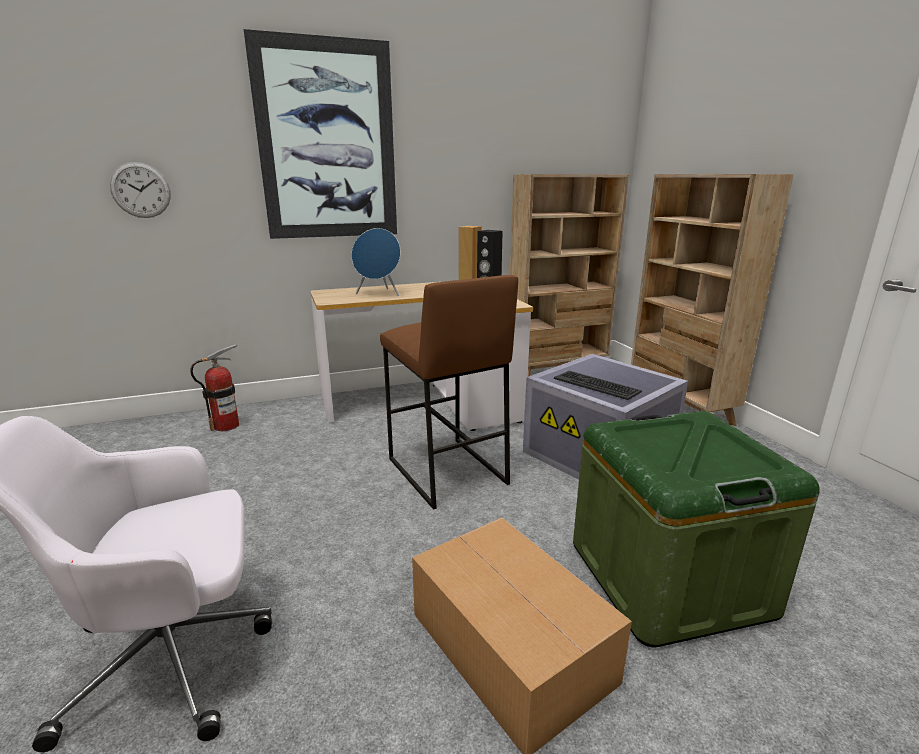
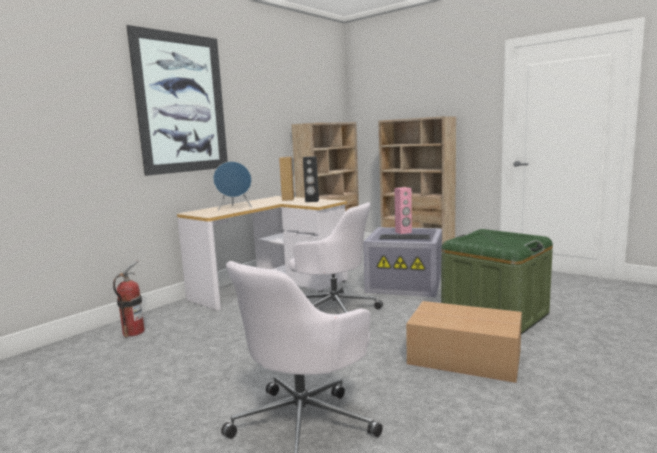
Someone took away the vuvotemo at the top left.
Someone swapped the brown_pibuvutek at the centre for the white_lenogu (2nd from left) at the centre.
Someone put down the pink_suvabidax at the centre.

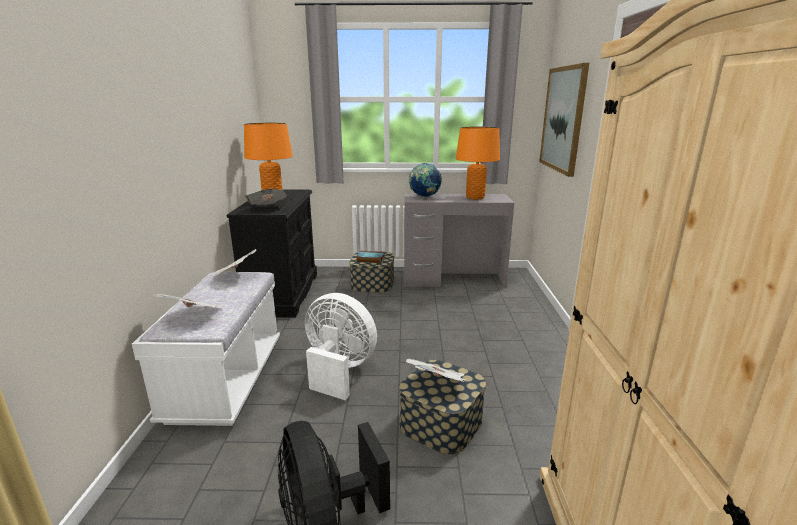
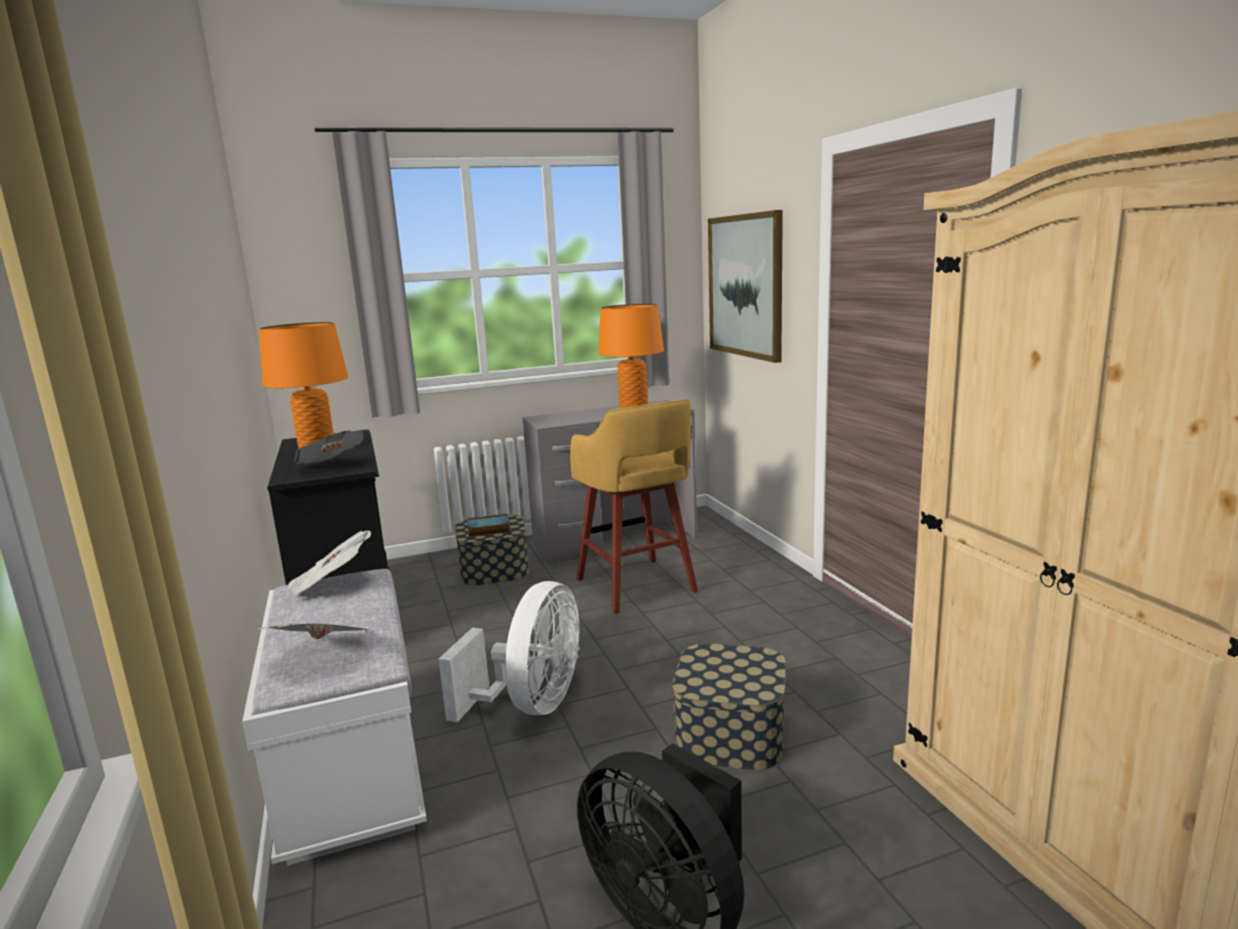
Someone took away the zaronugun at the centre.
Someone rotated the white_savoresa at the centre by 105 degrees clockwise.
Someone took away the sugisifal (4th from left) at the bottom centre.
Someone put down the yellow_pibuvutek at the centre.

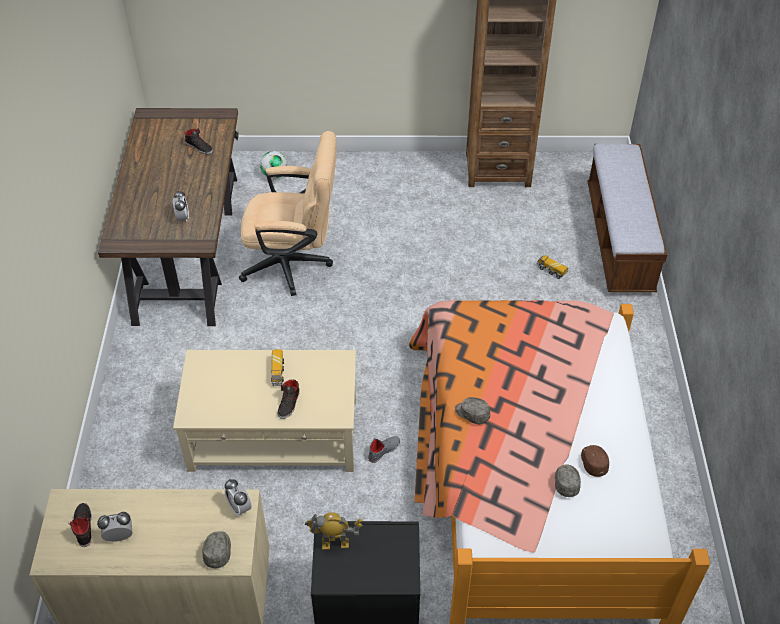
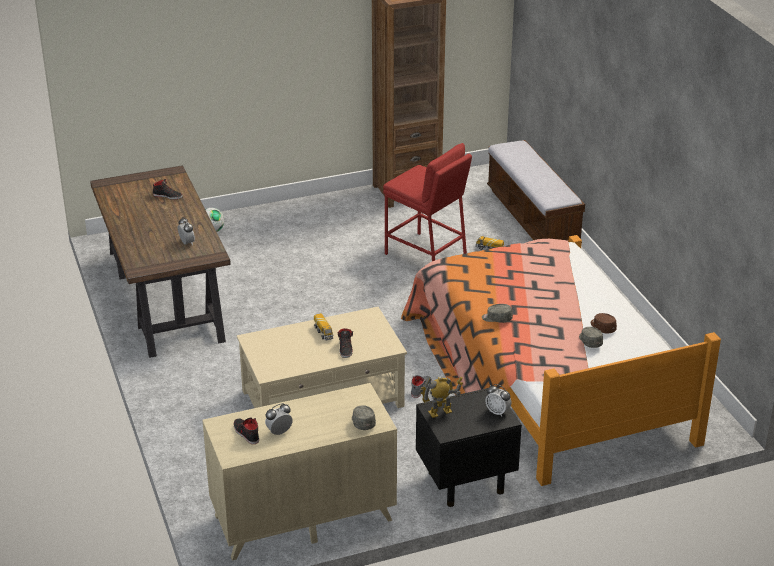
Someone took away the beige_lenogu at the centre.
Someone carried the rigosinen (3rd from left) from the bottom left to the bottom centre.
Someone put down the red_pibuvutek at the centre.

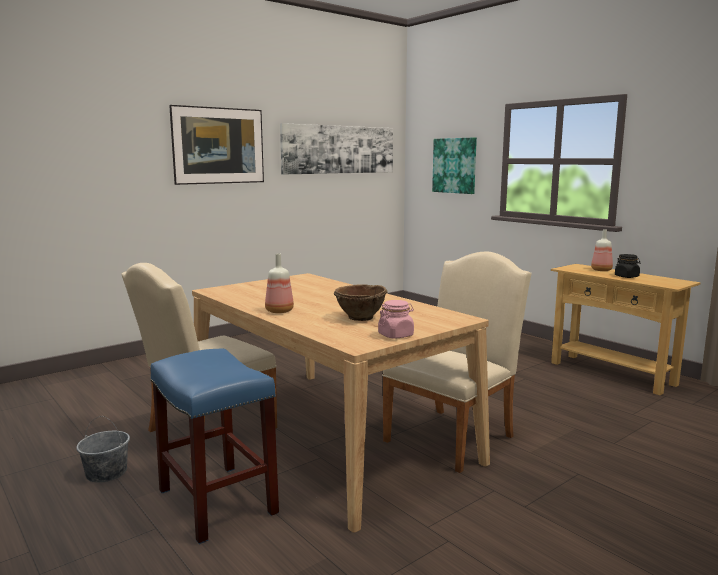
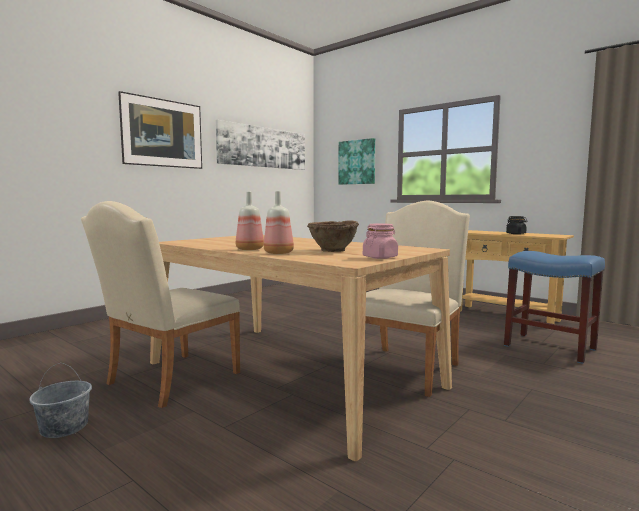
Someone carried the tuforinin (2nd from left) from the middle right to the centre.
Someone carried the blue_pibuvutek from the bottom left to the middle right.

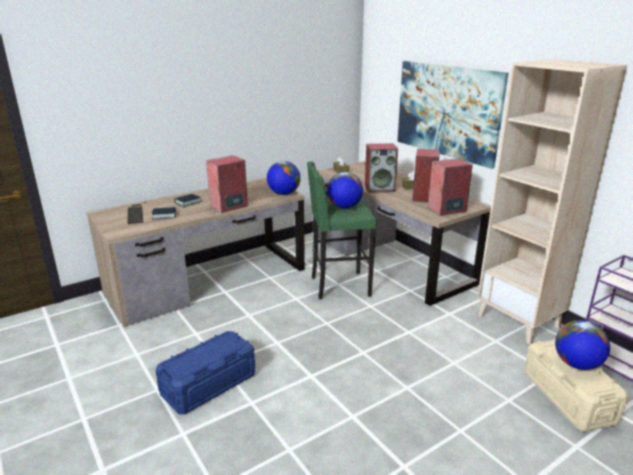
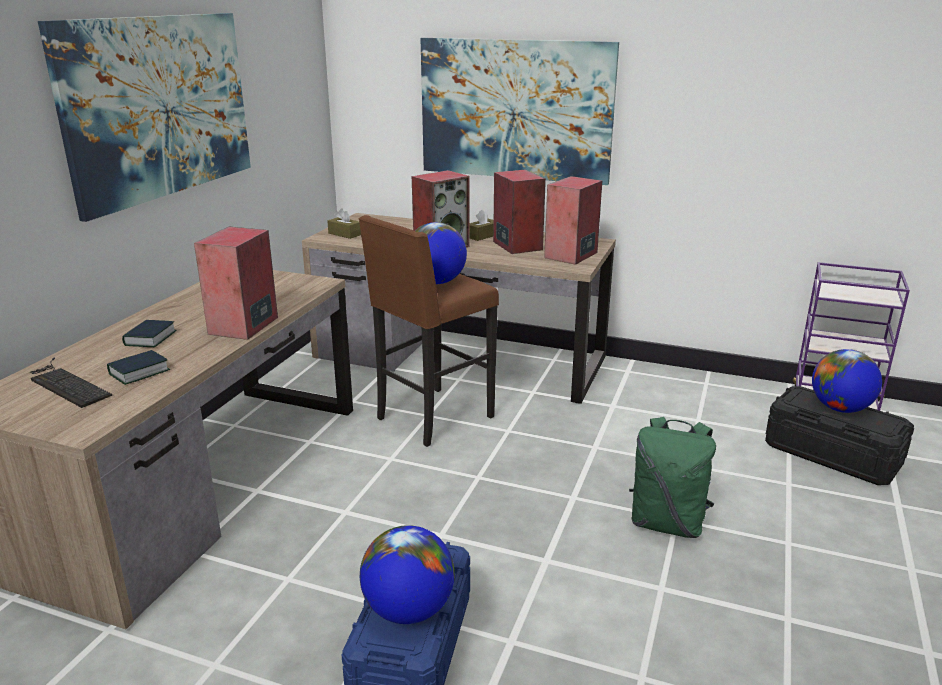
Someone took away the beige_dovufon at the middle right.
Someone carried the zaronugun (1st from left) from the centre to the bottom centre.
Someone repainted the green_pibuvutek at the centre, which became the brown_pibuvutek at the centre.
Someone repainted the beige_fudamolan at the bottom right, which became the black_fudamolan at the middle right.
Someone put up the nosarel (1st from left) at the top left.
Someone put down the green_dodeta at the bottom right.

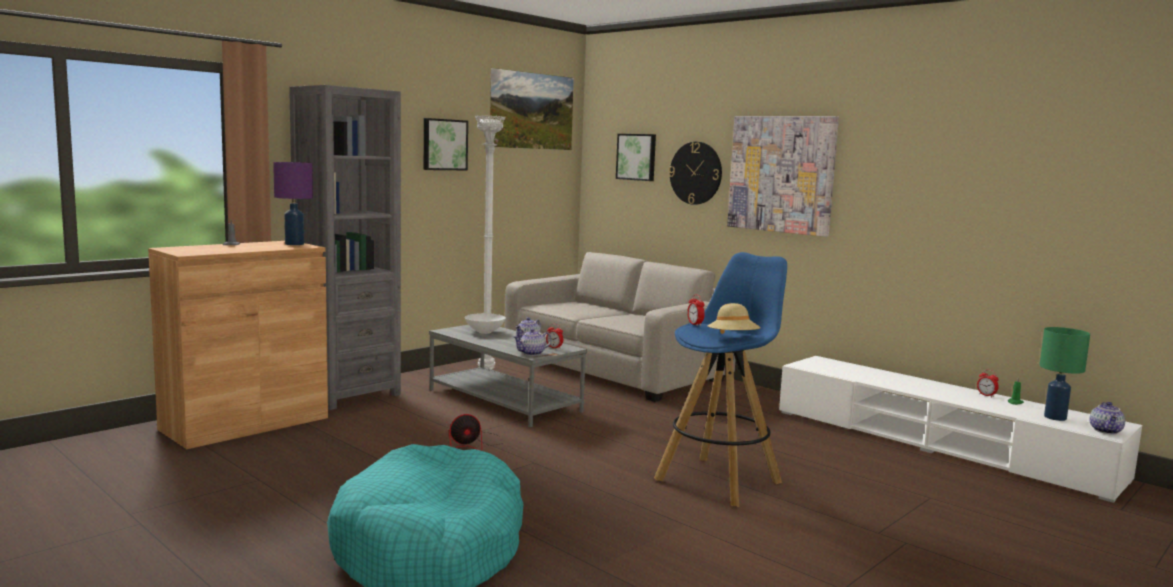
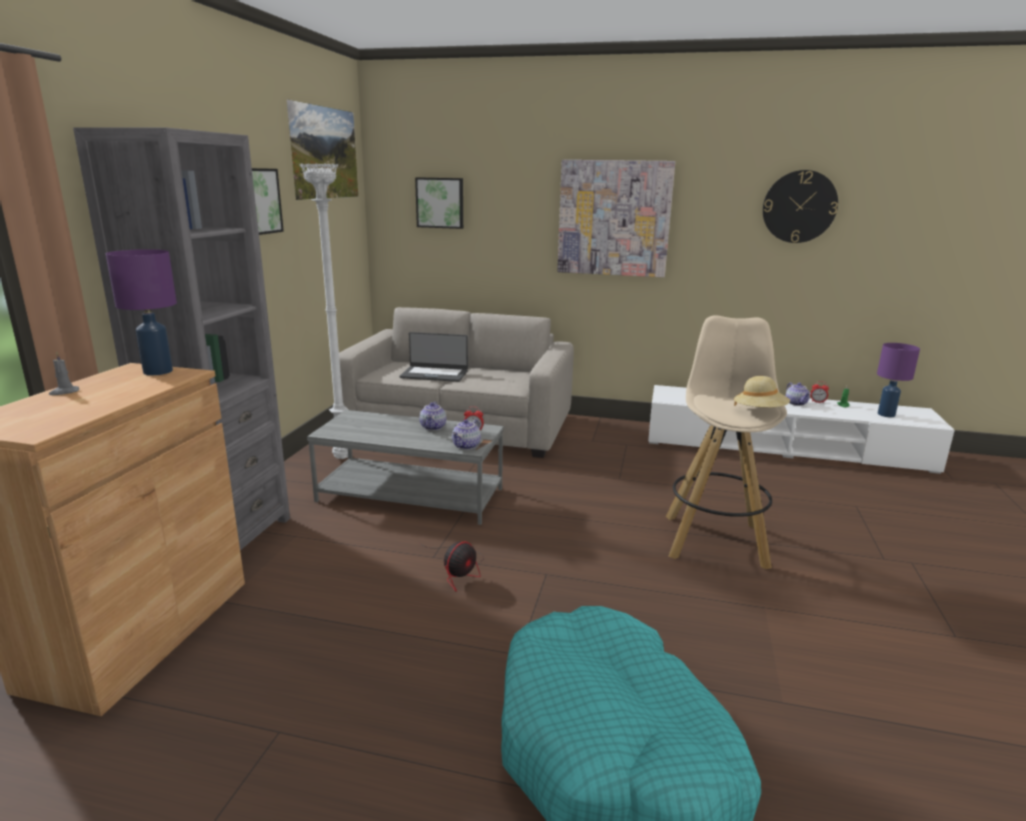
Someone carried the vuvotemo from the top centre to the top right.
Someone repainted the blue_pibuvutek at the centre, which became the beige_pibuvutek at the middle right.
Someone took away the rigosinen (2nd from left) at the centre.
Someone took away the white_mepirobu at the centre.
Someone repainted the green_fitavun at the middle right, which became the purple_fitavun (2nd from left) at the middle right.
Someone carried the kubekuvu (3rd from left) from the bottom right to the middle right.
Someone put down the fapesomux at the centre.

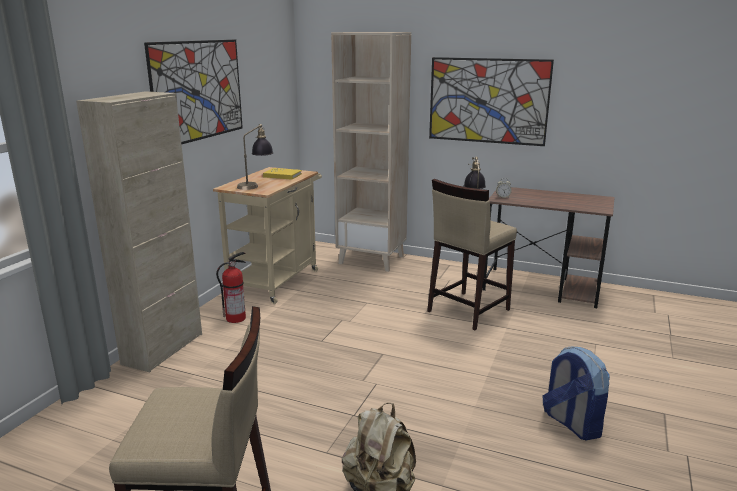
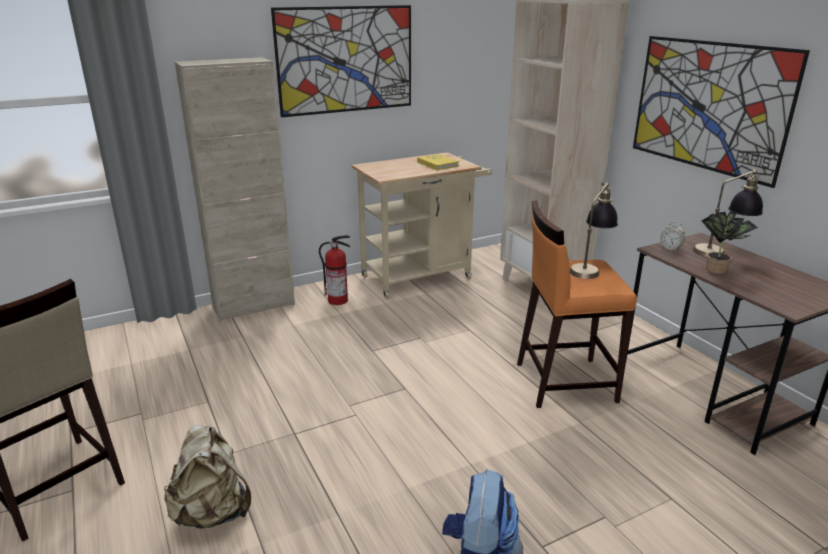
Someone carried the fitavun (1st from left in the first image) from the top centre to the middle right.
Someone repainted the beige_pibuvutek (2nd from left) at the centre, which became the orange_pibuvutek at the middle right.
Someone put down the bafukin at the middle right.

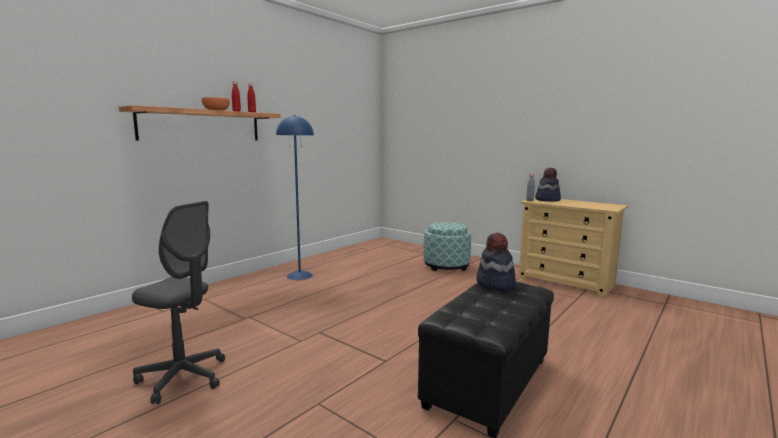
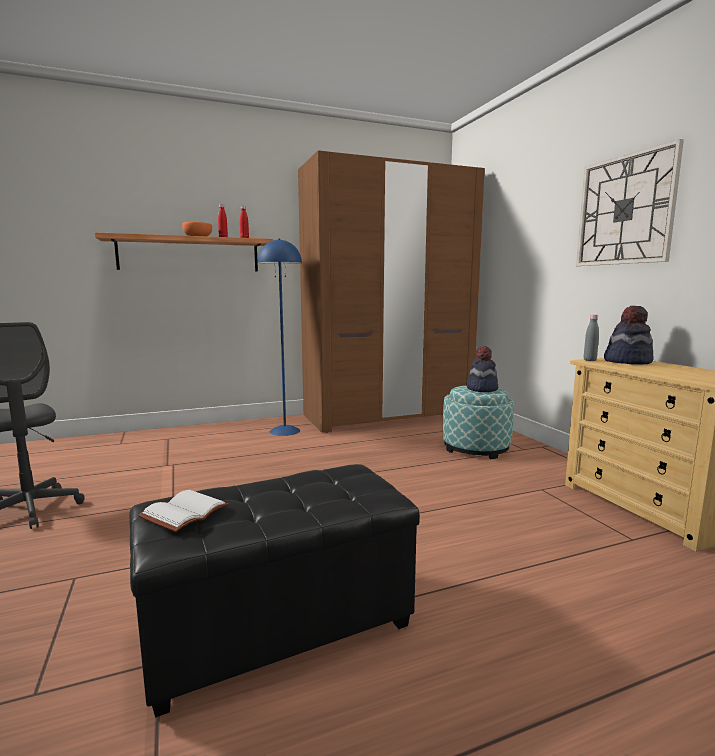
Someone carried the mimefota (1st from left) from the centre to the middle right.
Someone put up the vuvotemo at the top right.
Someone put down the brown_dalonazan at the centre.
Someone put down the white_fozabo at the bottom left.

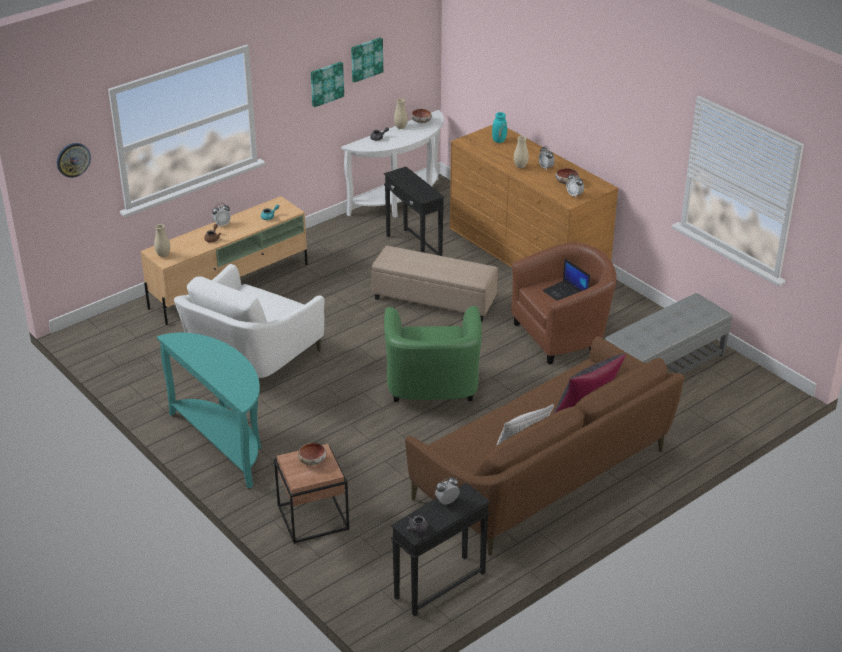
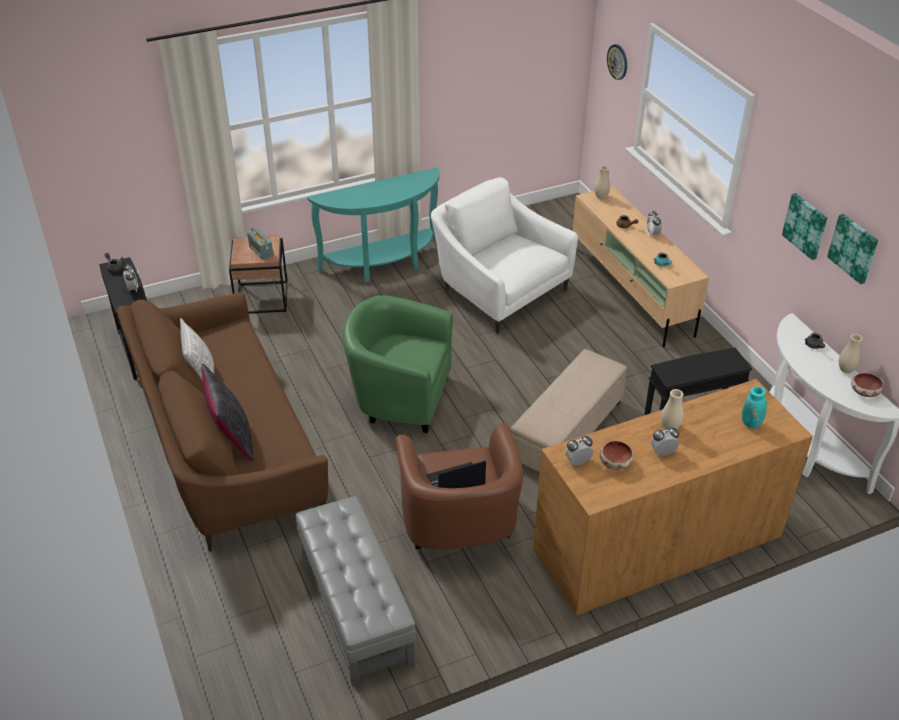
Someone swapped the mepirobu (1st from left) at the bottom centre for the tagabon at the middle left.

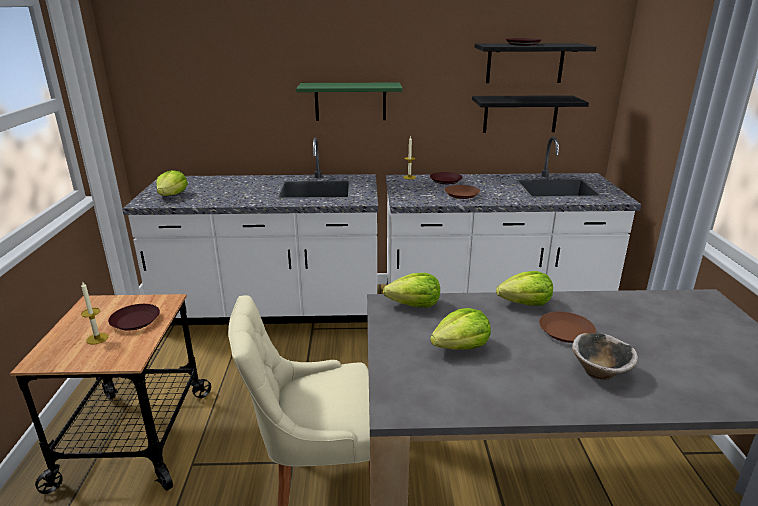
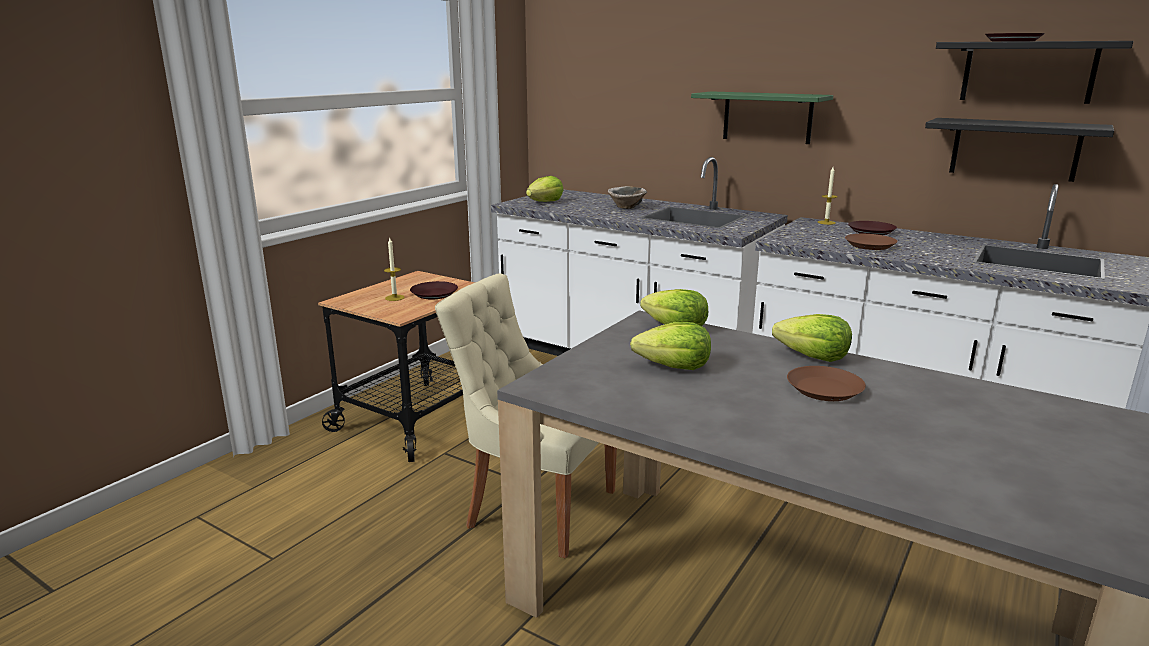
Someone carried the mepirobu from the bottom right to the top centre.

